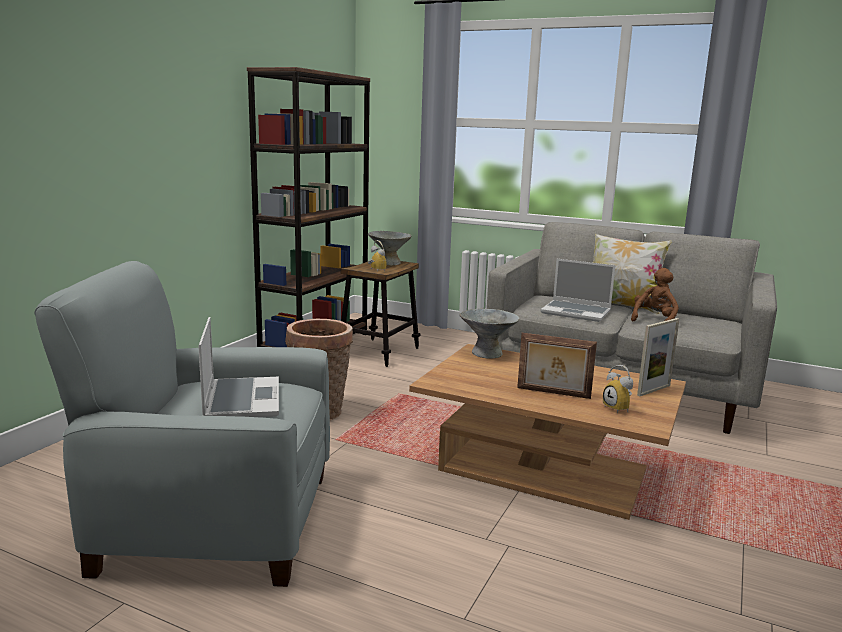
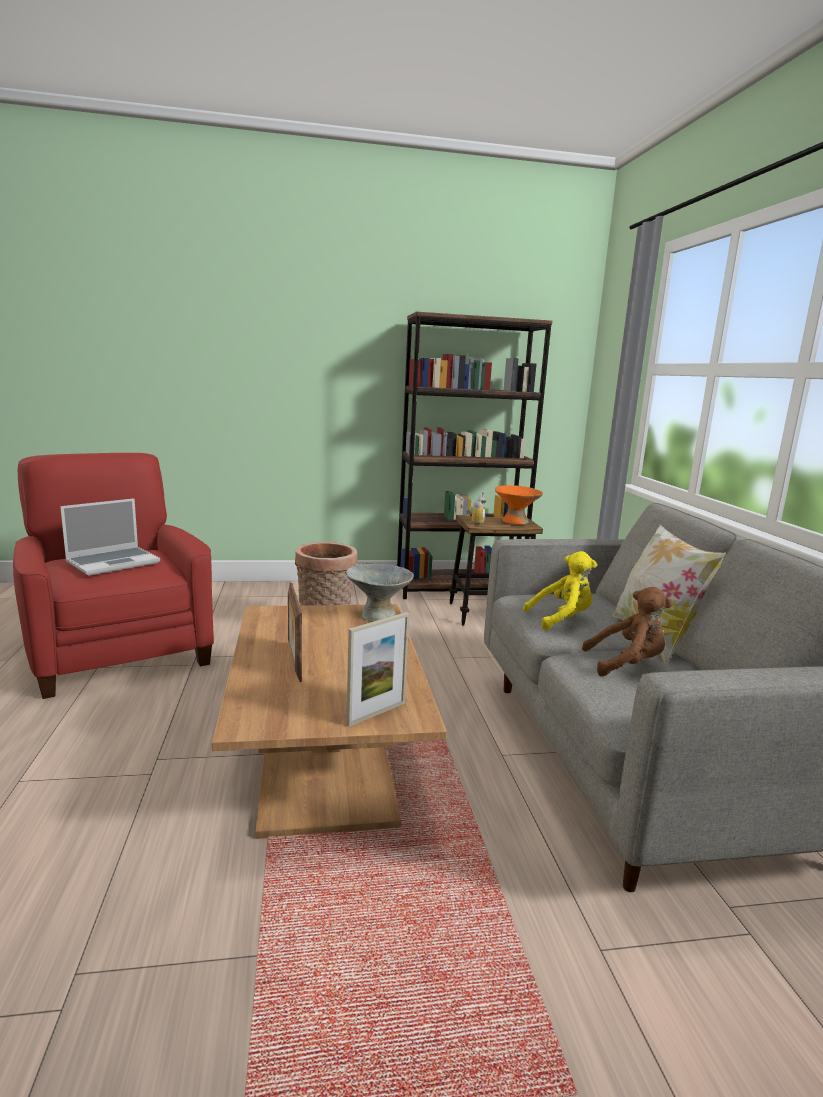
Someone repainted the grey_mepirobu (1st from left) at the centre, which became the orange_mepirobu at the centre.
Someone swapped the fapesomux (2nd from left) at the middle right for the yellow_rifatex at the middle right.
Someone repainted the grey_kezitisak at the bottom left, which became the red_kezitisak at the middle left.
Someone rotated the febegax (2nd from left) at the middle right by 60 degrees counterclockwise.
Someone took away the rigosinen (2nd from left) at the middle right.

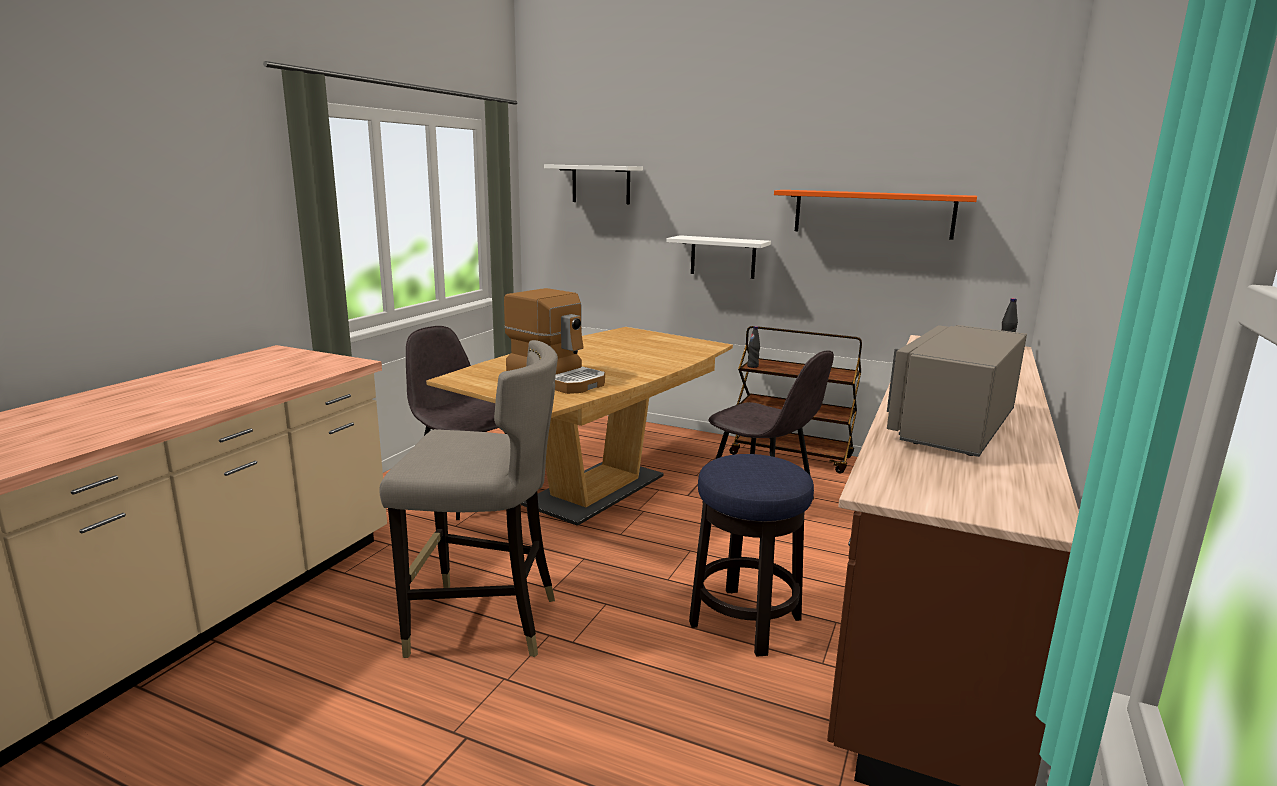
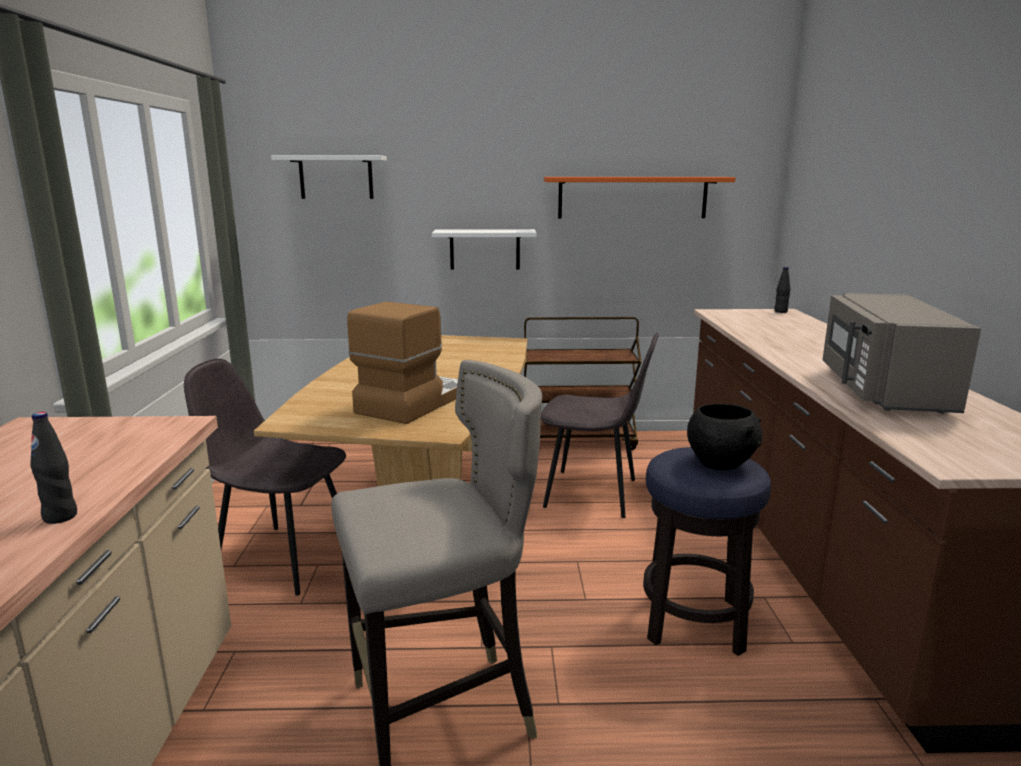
Someone rotated the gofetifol at the centre by 75 degrees counterclockwise.
Someone carried the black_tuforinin (1st from left) from the centre to the middle left.
Someone put down the black_mepirobu at the middle right.

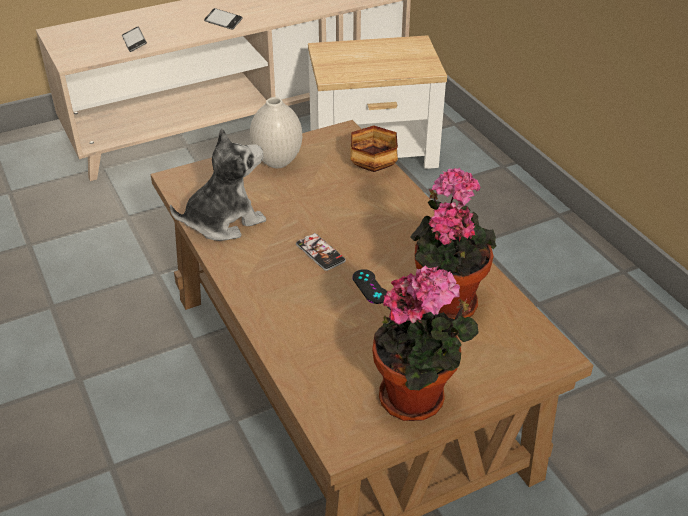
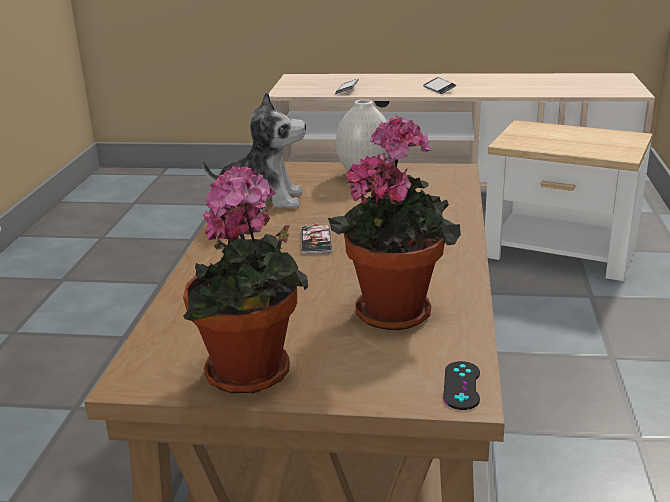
Someone took away the mepirobu at the top centre.
Someone carried the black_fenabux from the centre to the bottom right.

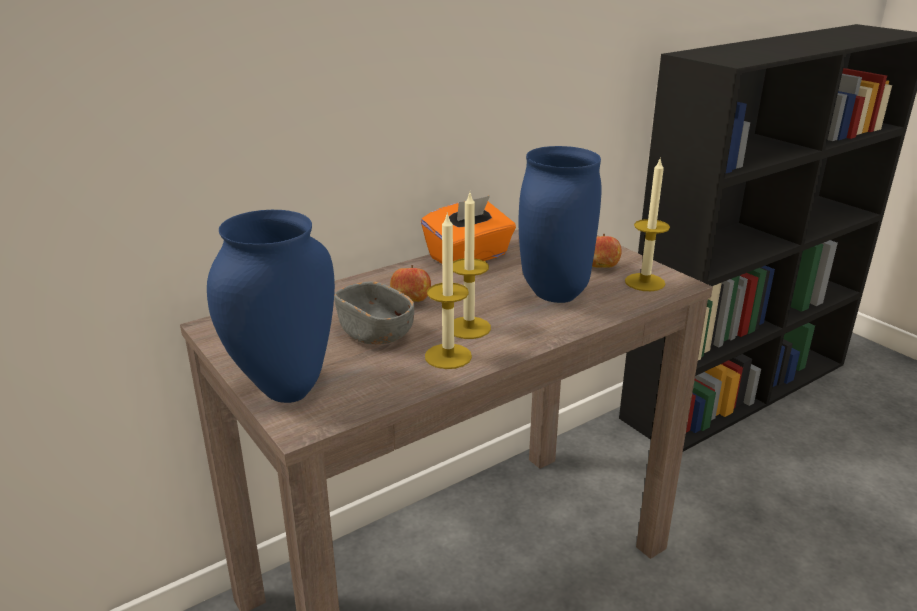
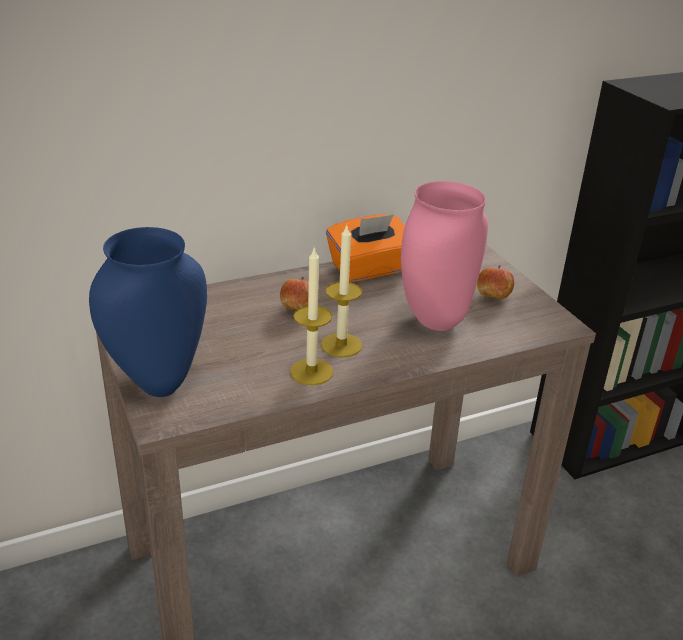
Someone repainted the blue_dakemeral (2nd from left) at the centre, which became the pink_dakemeral at the centre.
Someone took away the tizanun (3rd from left) at the middle right.
Someone took away the grey_mepirobu at the centre.

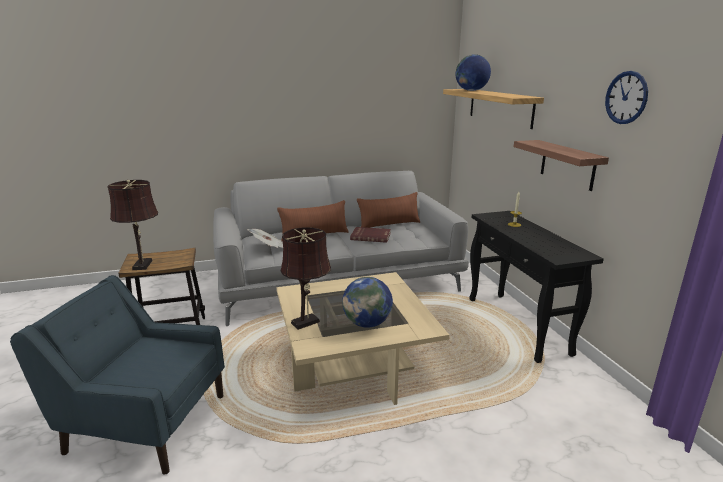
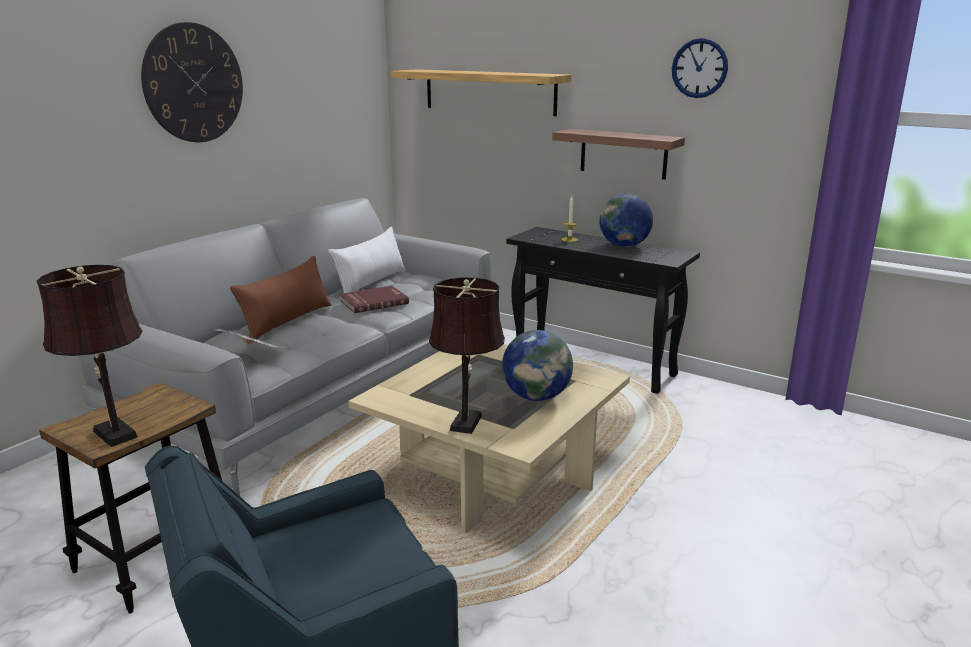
Someone carried the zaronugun (2nd from left) from the top centre to the centre.
Someone repainted the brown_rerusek (2nd from left) at the centre, which became the white_rerusek at the centre.
Someone put up the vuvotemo (1st from left) at the top left.

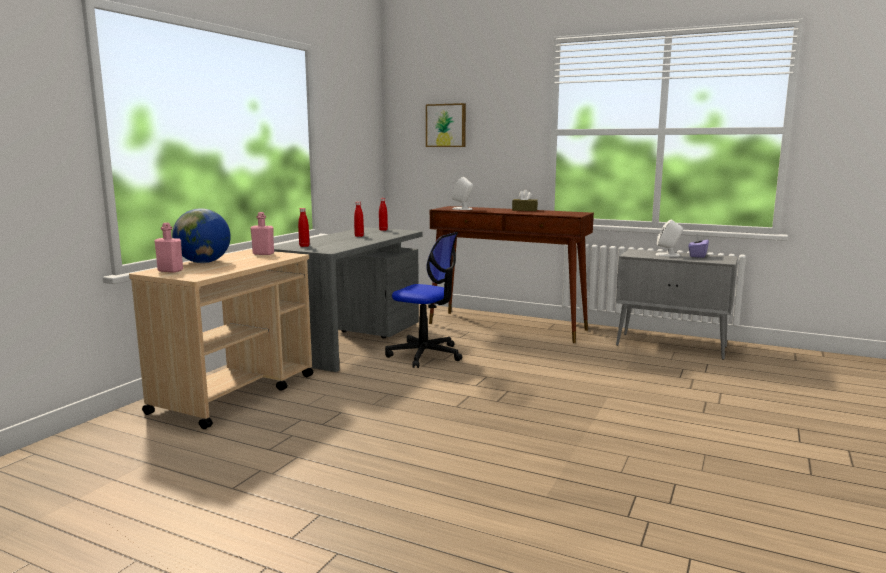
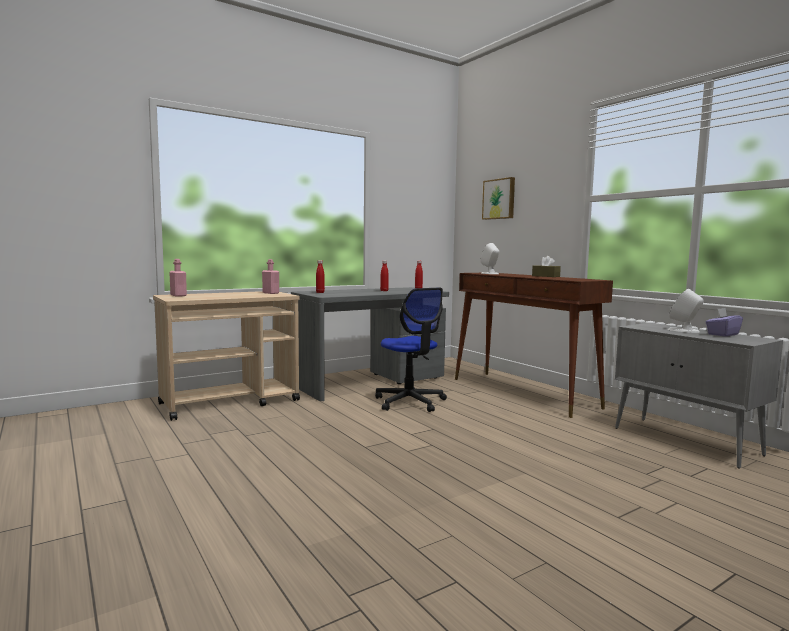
Someone took away the zaronugun at the middle left.

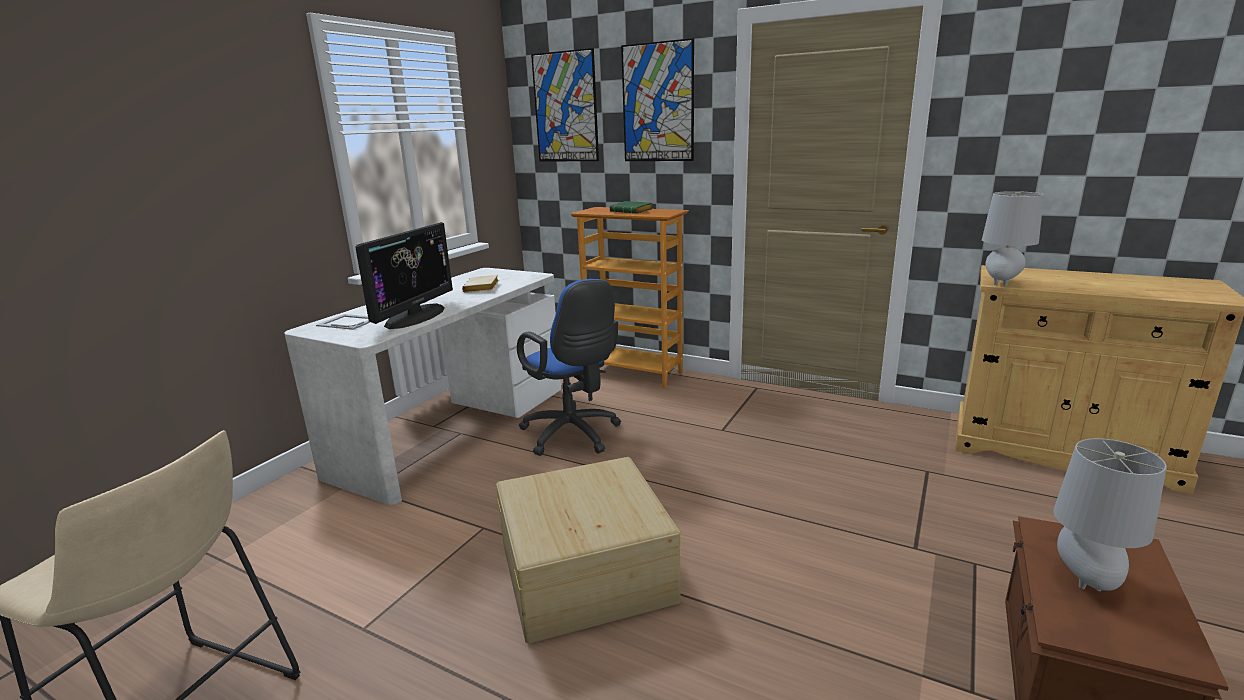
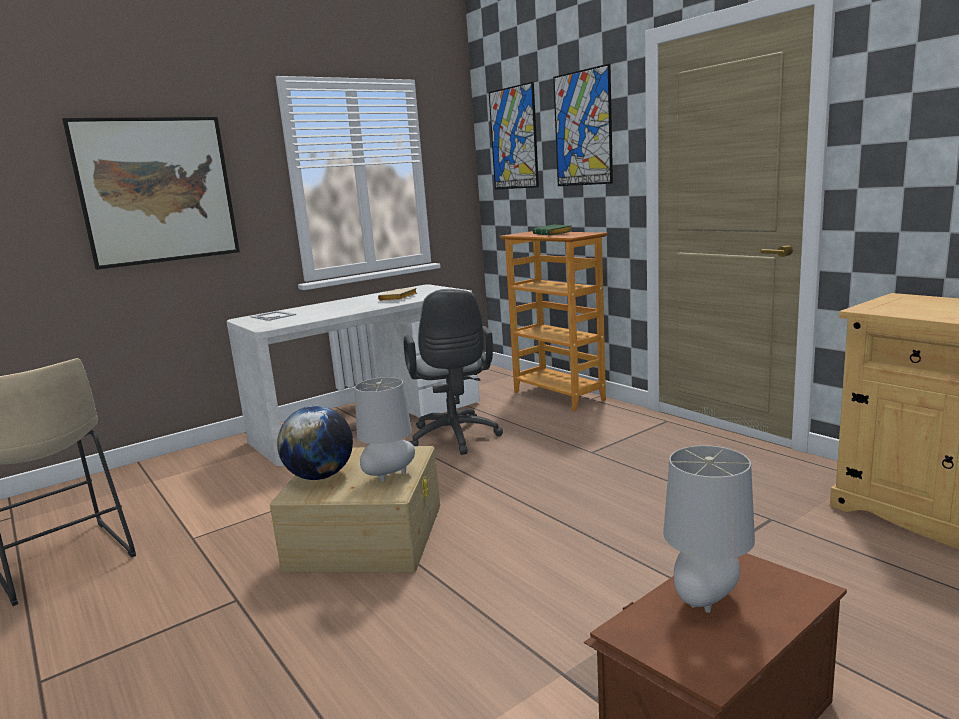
Someone carried the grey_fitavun (1st from left) from the middle right to the centre.
Someone took away the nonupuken at the middle left.
Someone repainted the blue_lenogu at the centre, which became the grey_lenogu at the centre.
Someone put up the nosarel (1st from left) at the top left.
Someone put down the zaronugun at the middle left.

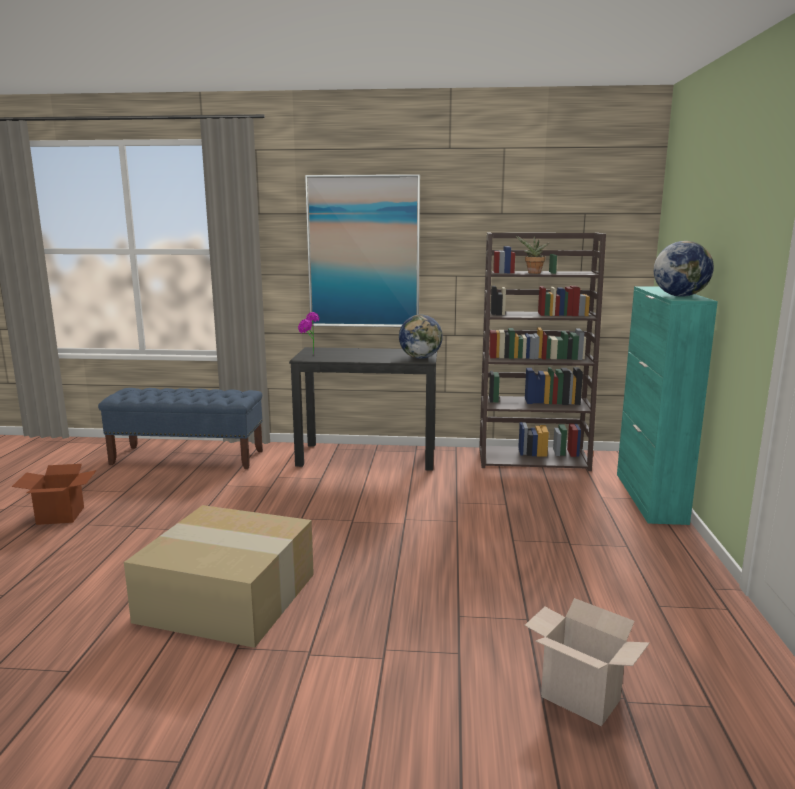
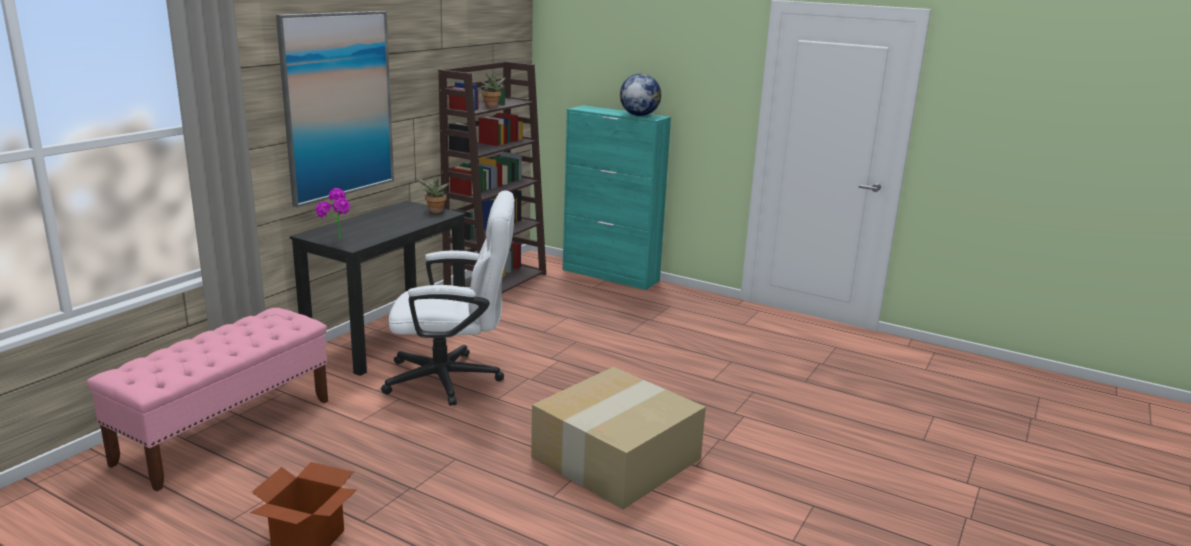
Someone swapped the zaronugun (1st from left) at the centre for the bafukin (2nd from left) at the centre.
Someone repainted the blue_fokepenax at the middle left, which became the pink_fokepenax at the bottom left.
Someone took away the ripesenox (3rd from left) at the bottom right.
Someone put down the white_lenogu at the centre.

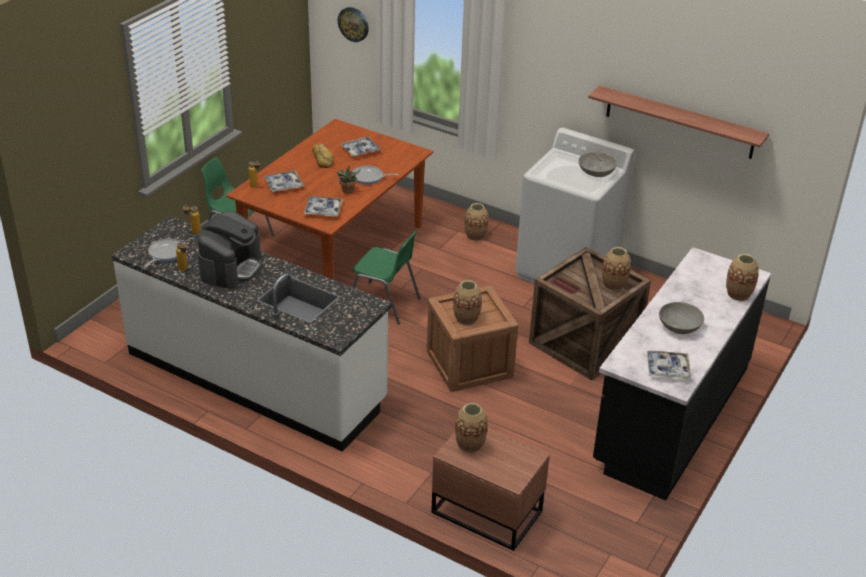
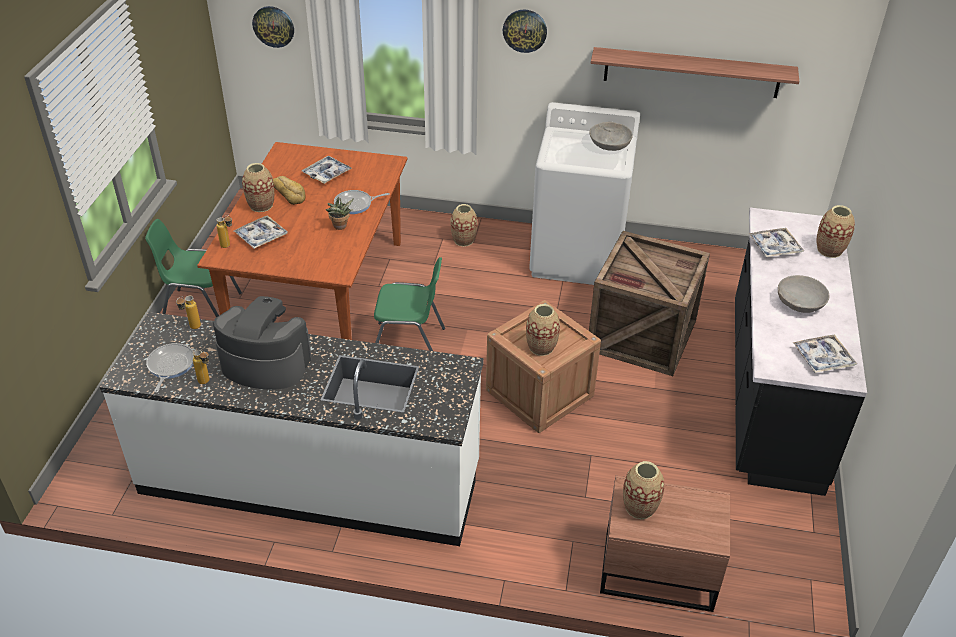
Someone carried the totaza (2nd from left in the first image) from the centre to the middle right.
Someone rotated the gofetifol at the middle left by 75 degrees counterclockwise.
Someone carried the dakemeral (4th from left in the first image) from the middle right to the top left.
Someone put up the vuvotemo (2nd from left) at the top centre.

